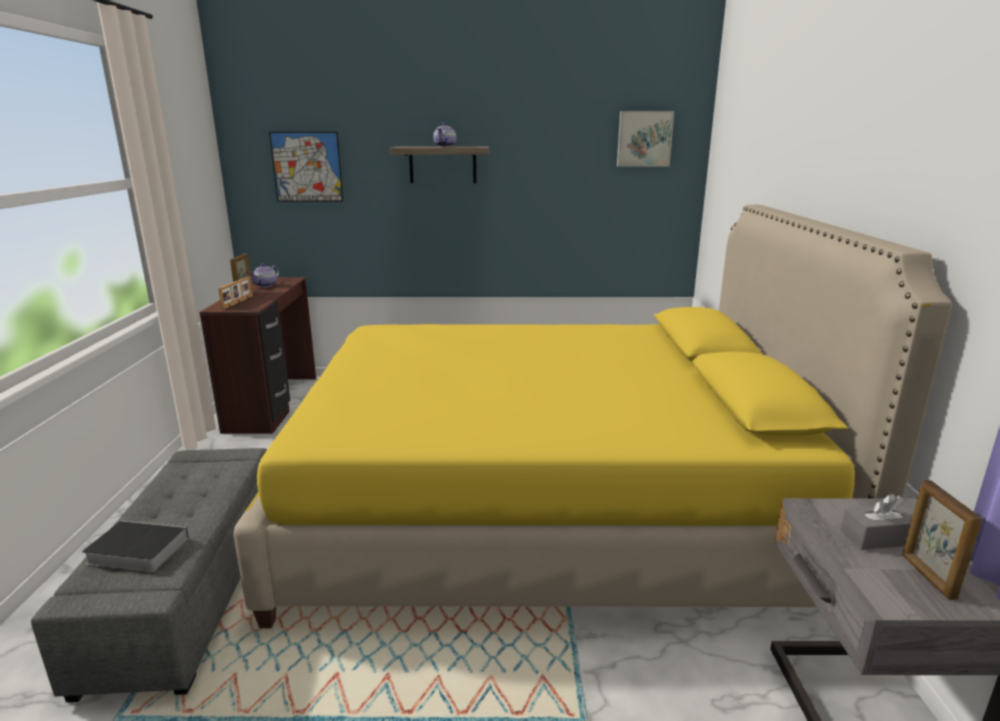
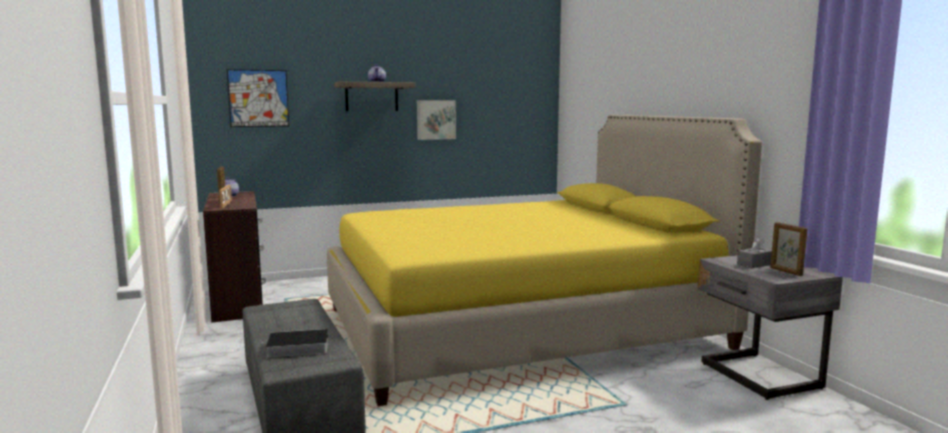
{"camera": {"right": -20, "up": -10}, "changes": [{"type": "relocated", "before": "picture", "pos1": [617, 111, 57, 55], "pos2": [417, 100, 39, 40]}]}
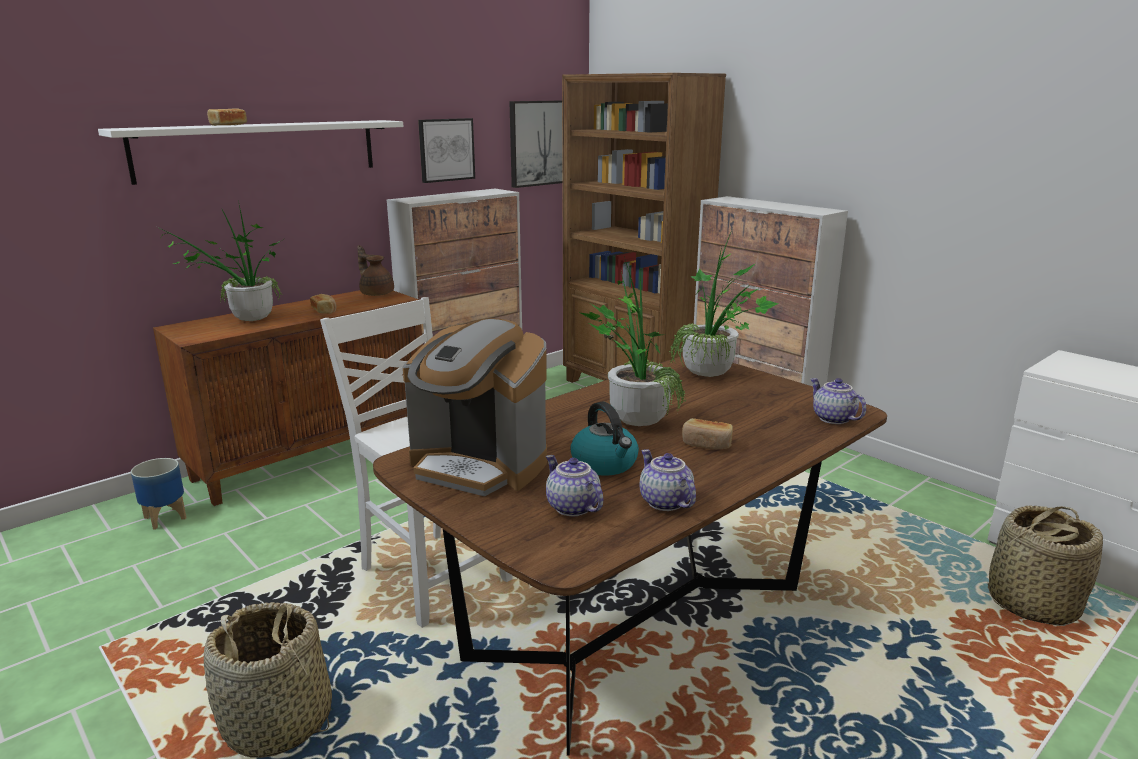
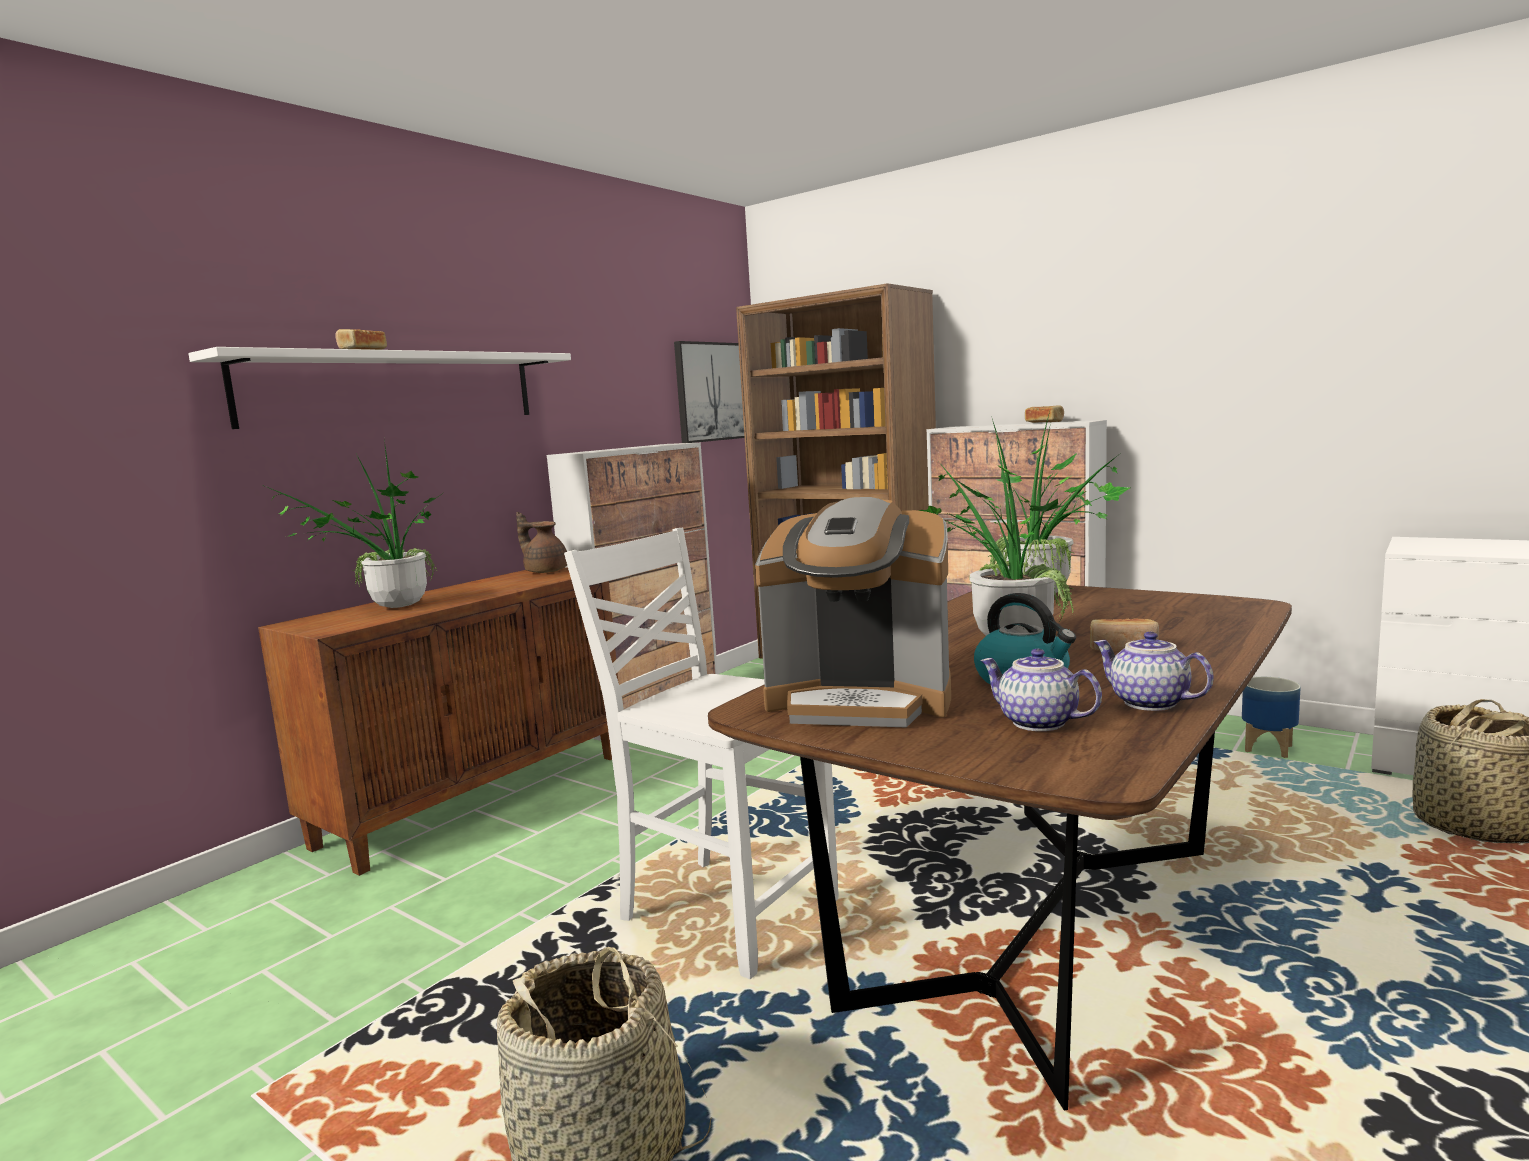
{"camera": {"right": -10, "up": -10}, "changes": [{"type": "missing", "before": "picture", "pos1": [418, 118, 57, 65]}, {"type": "missing", "before": "pot for tea", "pos1": [810, 378, 56, 46]}, {"type": "relocated", "before": "flower pot", "pos1": [131, 458, 56, 71], "pos2": [1242, 677, 59, 81]}, {"type": "relocated", "before": "bakery bread", "pos1": [310, 294, 26, 20], "pos2": [1025, 405, 39, 18]}]}
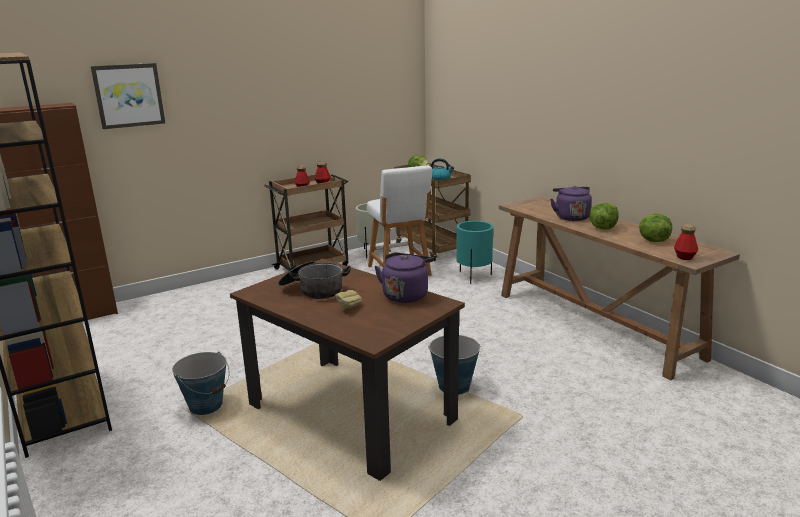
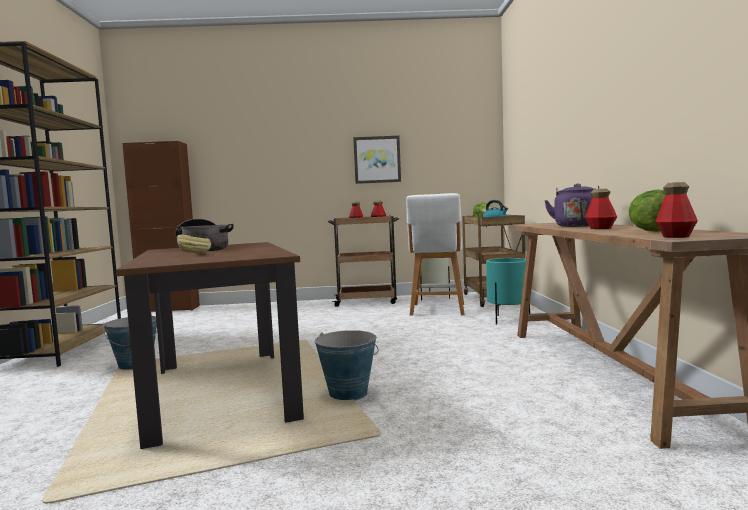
{"camera": {"right": 30, "up": -15}, "changes": [{"type": "missing", "before": "purplish tea kettle", "pos1": [374, 253, 59, 50]}, {"type": "relocated", "before": "picture", "pos1": [91, 63, 74, 66], "pos2": [353, 136, 48, 48]}, {"type": "exchanged", "before": "head of lettuce", "after": "drink bottle", "pos1": [589, 203, 30, 27], "pos2": [584, 189, 33, 40]}]}
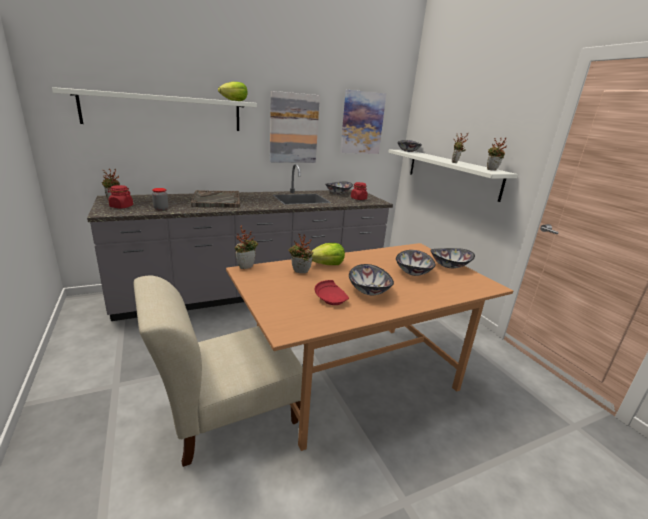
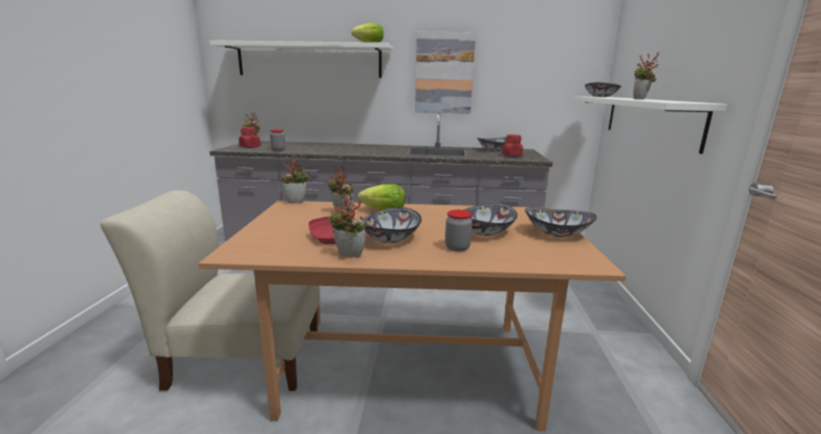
{"camera": {"right": 30, "up": -5}, "changes": [{"type": "missing", "before": "greyish carrying tray", "pos1": [191, 190, 49, 18]}, {"type": "missing", "before": "picture", "pos1": [340, 90, 46, 64]}, {"type": "appeared", "after": "preserve jar", "pos2": [445, 210, 27, 42]}, {"type": "relocated", "before": "houseplant", "pos1": [487, 137, 20, 33], "pos2": [328, 193, 38, 64]}]}
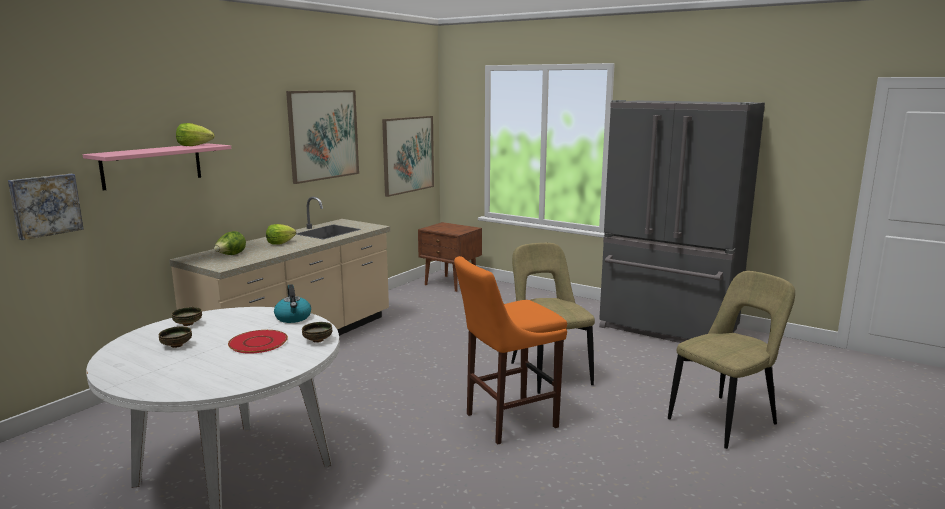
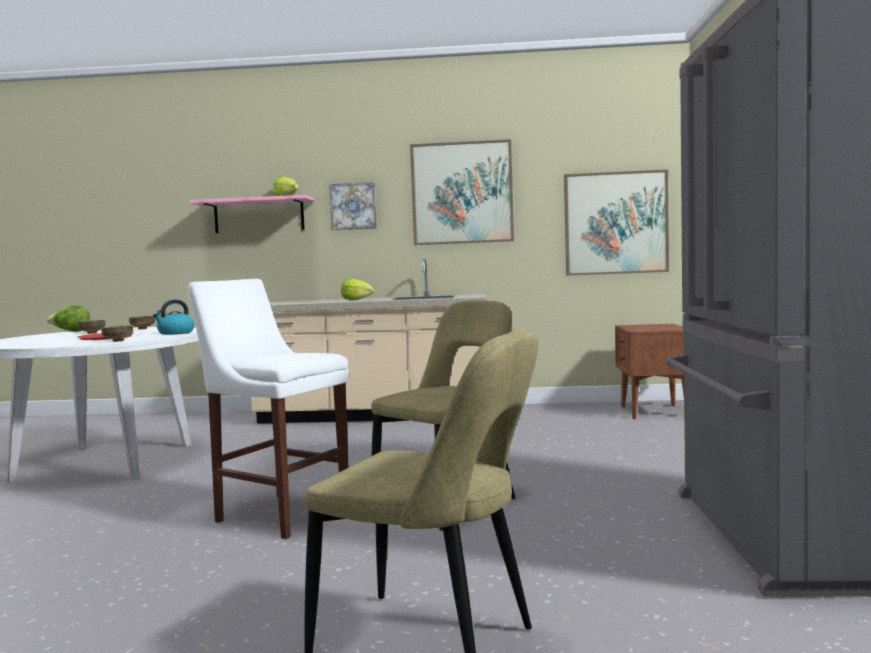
{"camera": {"right": 60, "up": -10}, "changes": [{"type": "relocated", "before": "picture", "pos1": [8, 174, 76, 66], "pos2": [329, 182, 48, 48]}, {"type": "relocated", "before": "head of lettuce", "pos1": [214, 231, 32, 24], "pos2": [47, 305, 43, 27]}, {"type": "colour", "before": "orange stool seat", "after": "whitish stool seat", "pos1": [454, 256, 113, 188], "pos2": [188, 279, 161, 260]}]}
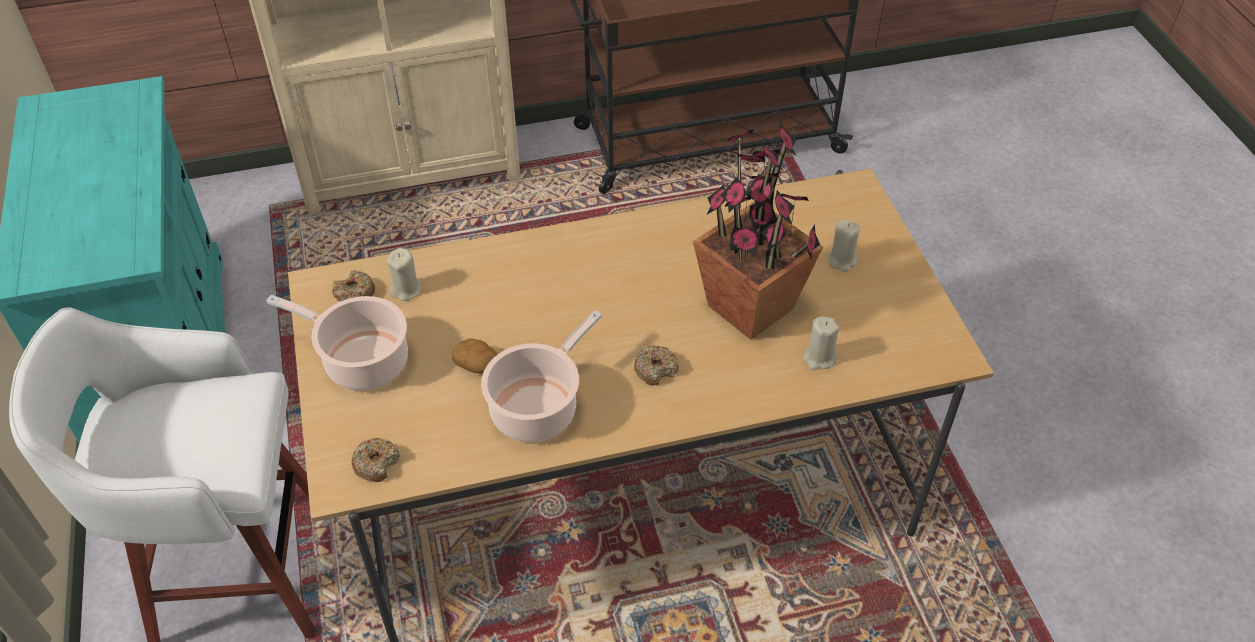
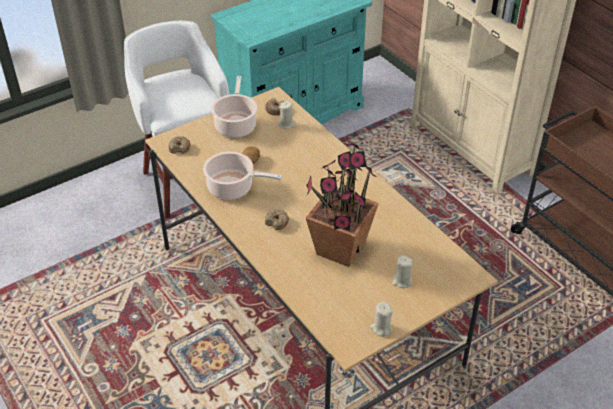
{"camera": {"right": 70, "up": -5}, "changes": [{"type": "relocated", "before": "beige-coloured candle", "pos1": [803, 316, 37, 54], "pos2": [370, 302, 23, 35]}]}
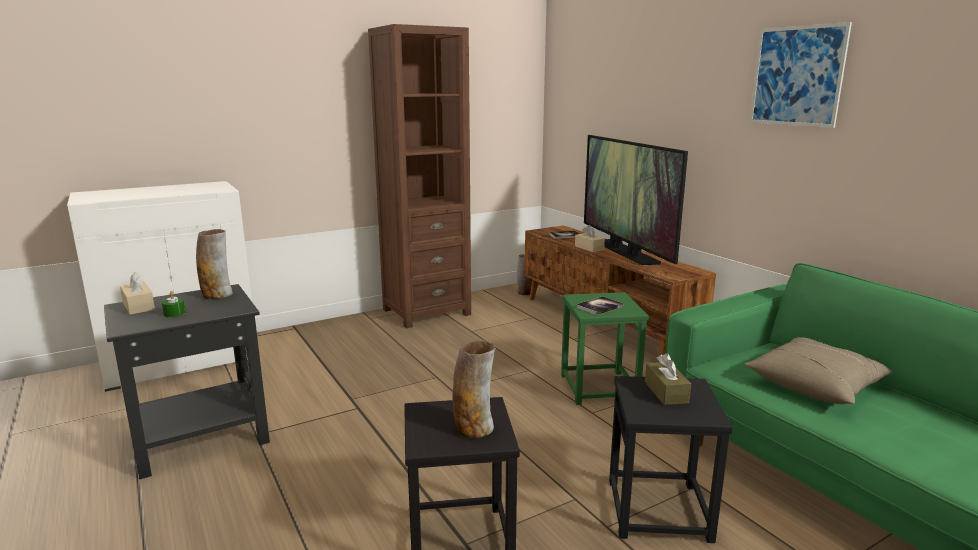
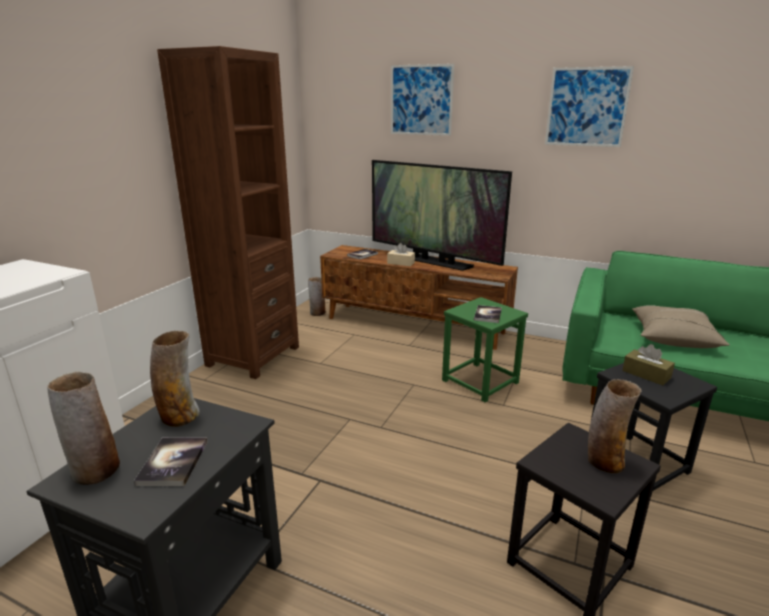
{"camera": {"right": -35, "up": 5}, "changes": [{"type": "appeared", "after": "picture", "pos2": [391, 64, 63, 72]}, {"type": "exchanged", "before": "beige-coloured tissue box", "after": "vase", "pos1": [120, 272, 35, 43], "pos2": [47, 371, 73, 114]}, {"type": "exchanged", "before": "green candle", "after": "bound book", "pos1": [162, 291, 24, 26], "pos2": [134, 437, 73, 49]}]}
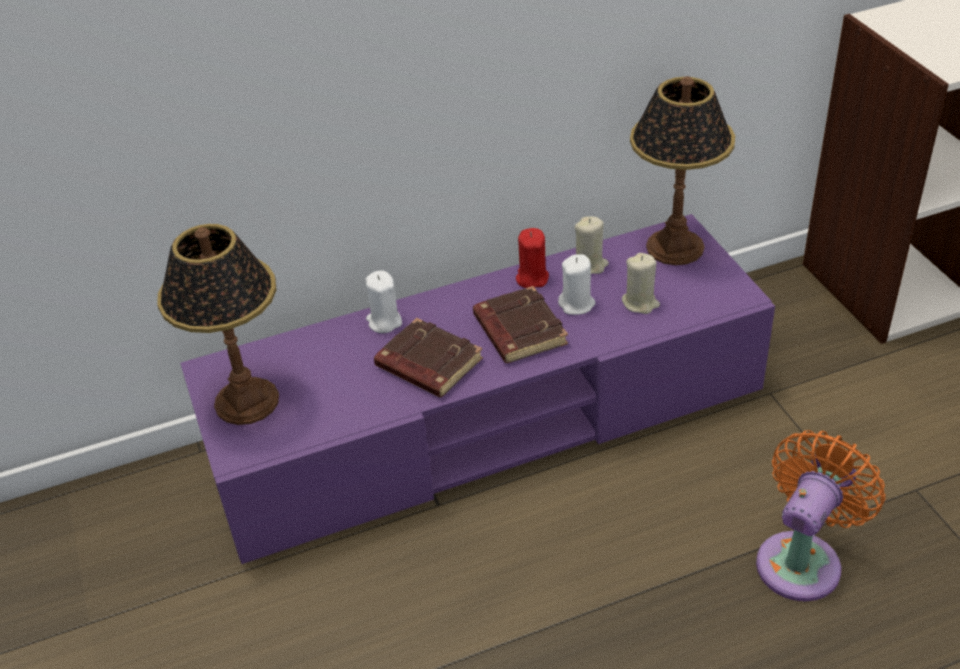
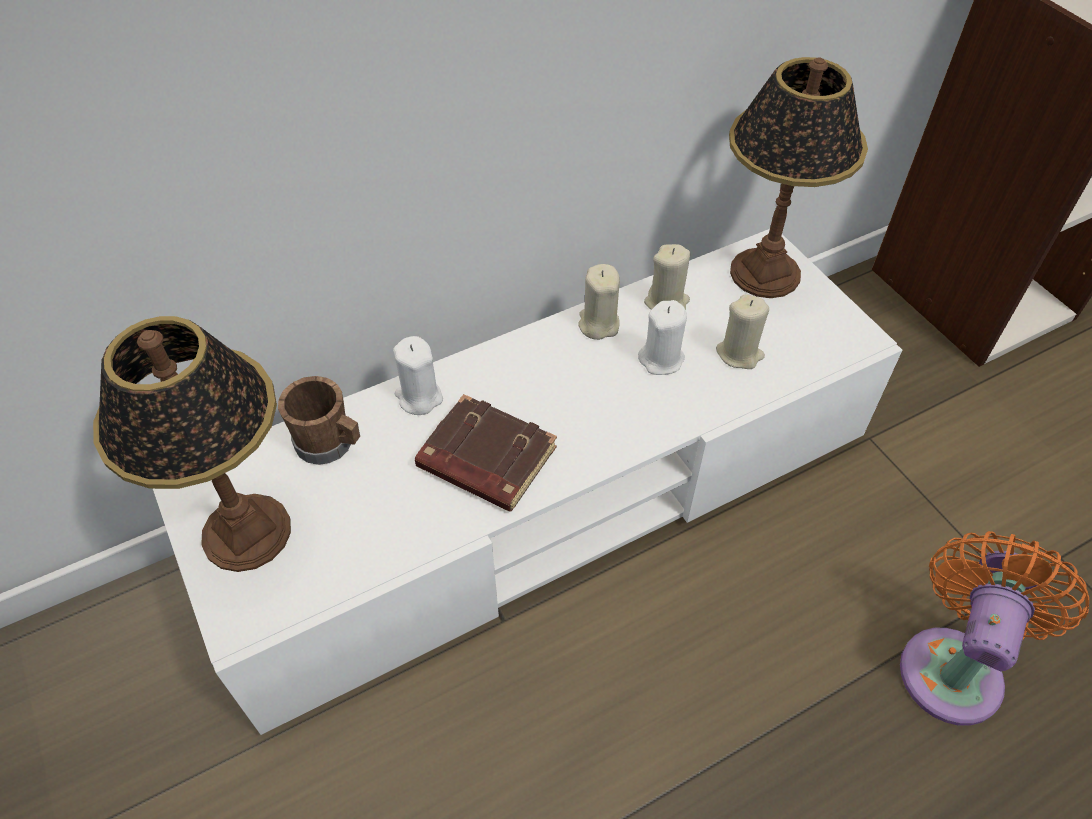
{"camera": {"right": -10, "up": 10}, "changes": [{"type": "missing", "before": "brownish bound book", "pos1": [473, 286, 95, 77]}, {"type": "appeared", "after": "brownish mug", "pos2": [278, 376, 82, 89]}, {"type": "colour", "before": "purplish media console", "after": "whitish media console", "pos1": [180, 214, 595, 350], "pos2": [153, 229, 749, 506]}, {"type": "colour", "before": "red-coloured candle", "after": "beige-coloured candle", "pos1": [516, 228, 33, 60], "pos2": [579, 264, 41, 76]}]}
